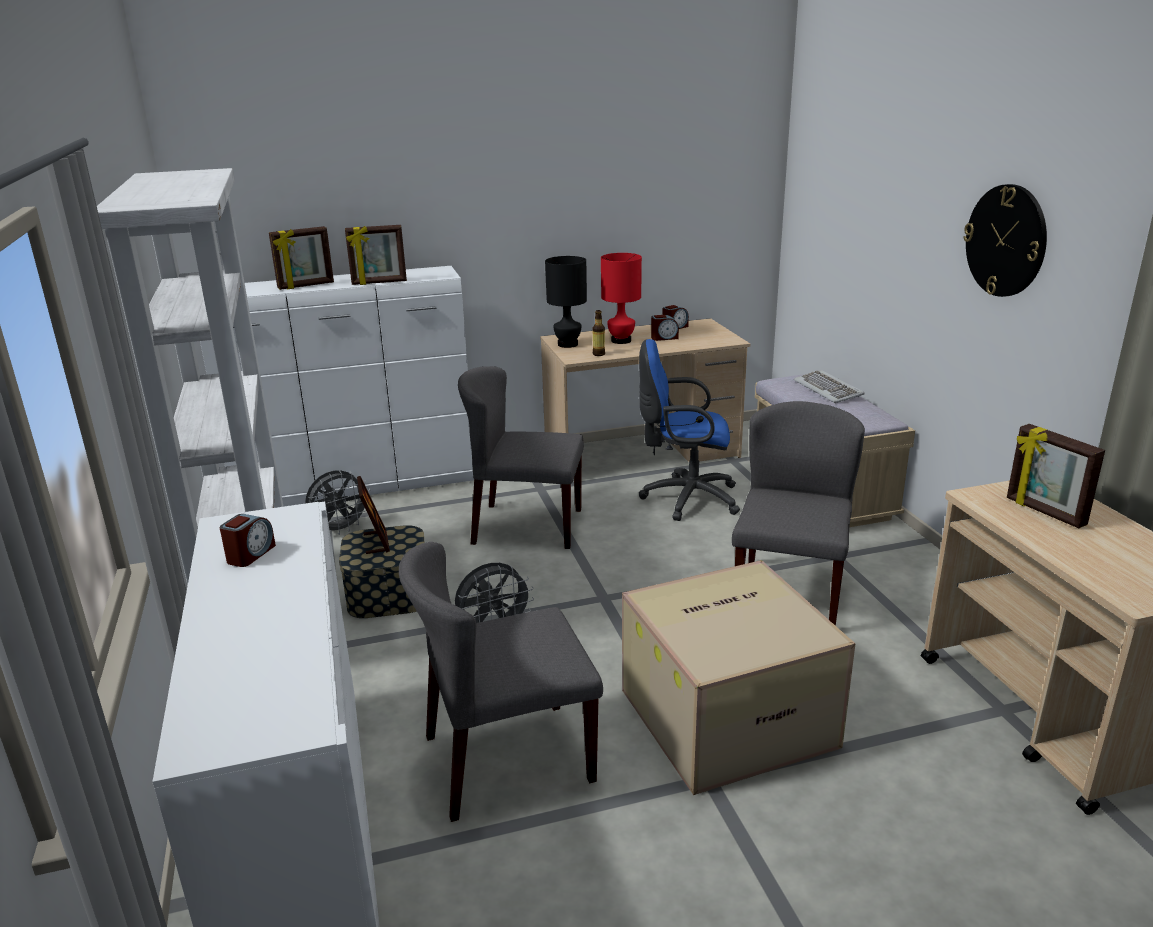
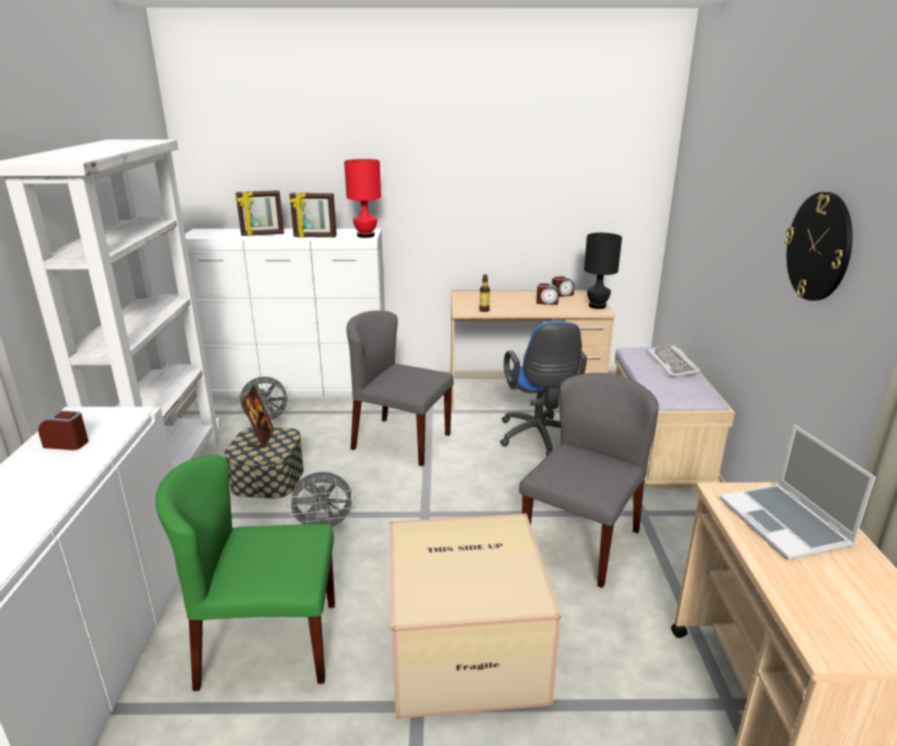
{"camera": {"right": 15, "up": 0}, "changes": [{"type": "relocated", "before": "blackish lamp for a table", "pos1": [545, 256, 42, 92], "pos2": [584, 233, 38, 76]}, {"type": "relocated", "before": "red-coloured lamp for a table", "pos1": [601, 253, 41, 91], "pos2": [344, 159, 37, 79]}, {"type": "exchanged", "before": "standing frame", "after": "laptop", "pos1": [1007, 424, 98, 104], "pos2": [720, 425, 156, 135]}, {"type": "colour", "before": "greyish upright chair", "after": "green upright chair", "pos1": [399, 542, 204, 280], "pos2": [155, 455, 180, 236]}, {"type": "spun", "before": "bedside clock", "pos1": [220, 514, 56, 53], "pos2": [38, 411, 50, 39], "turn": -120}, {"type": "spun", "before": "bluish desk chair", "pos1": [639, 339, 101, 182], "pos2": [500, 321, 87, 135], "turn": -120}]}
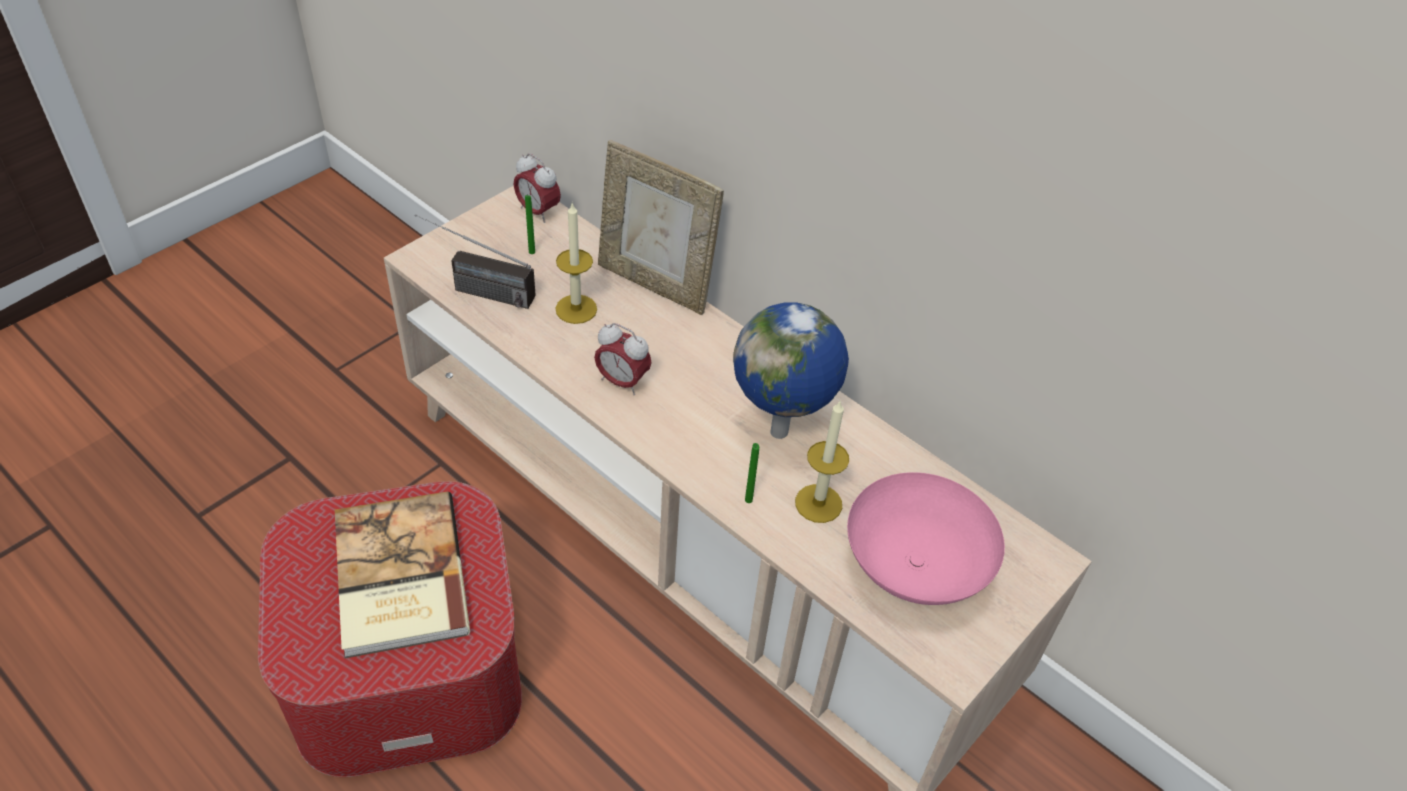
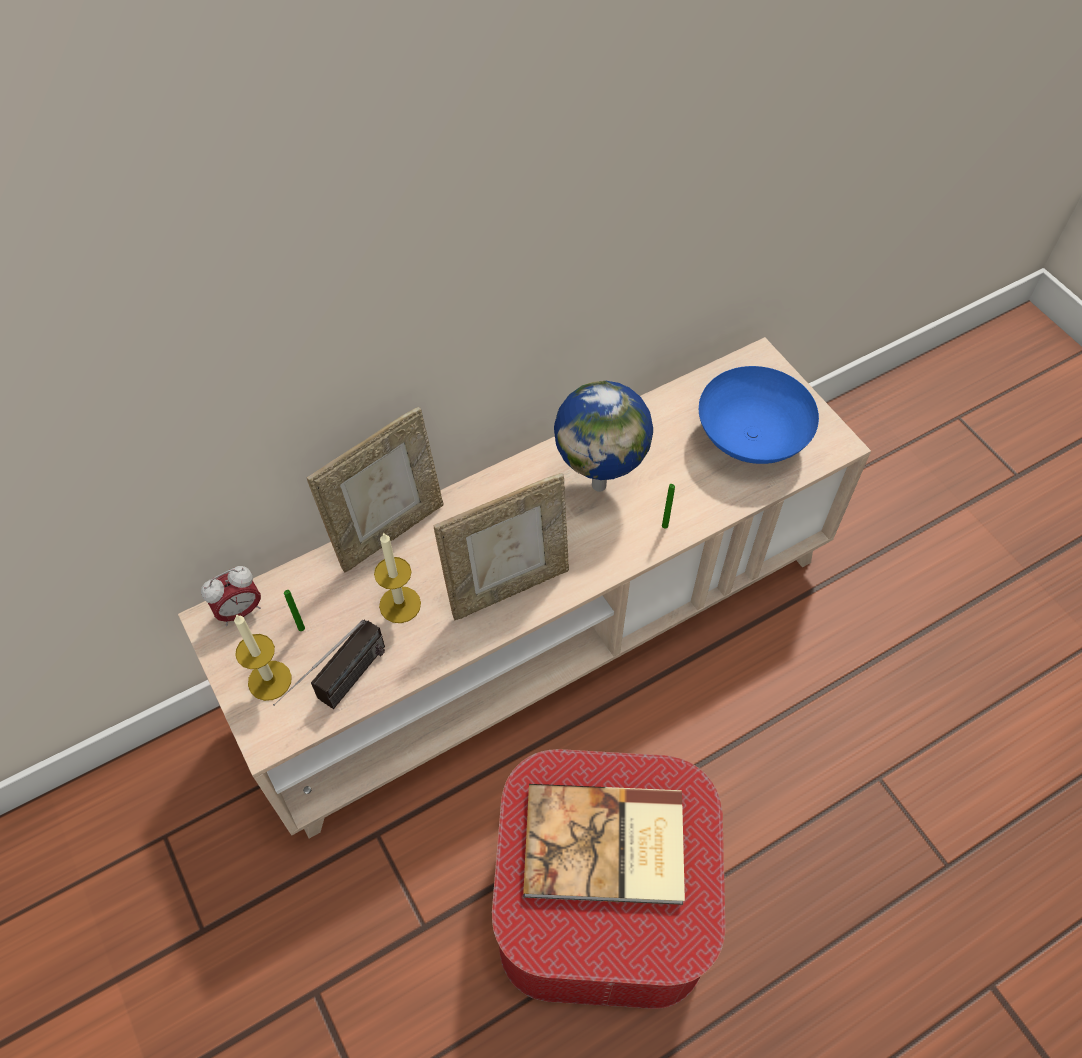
{"camera": {"right": -70, "up": 10}, "changes": [{"type": "relocated", "before": "candle", "pos1": [795, 401, 54, 122], "pos2": [234, 614, 58, 87]}, {"type": "exchanged", "before": "bedside clock", "after": "standing frame", "pos1": [594, 323, 58, 72], "pos2": [434, 473, 135, 148]}, {"type": "colour", "before": "pink bowl", "after": "bluish bowl", "pos1": [847, 472, 158, 133], "pos2": [699, 366, 120, 98]}]}
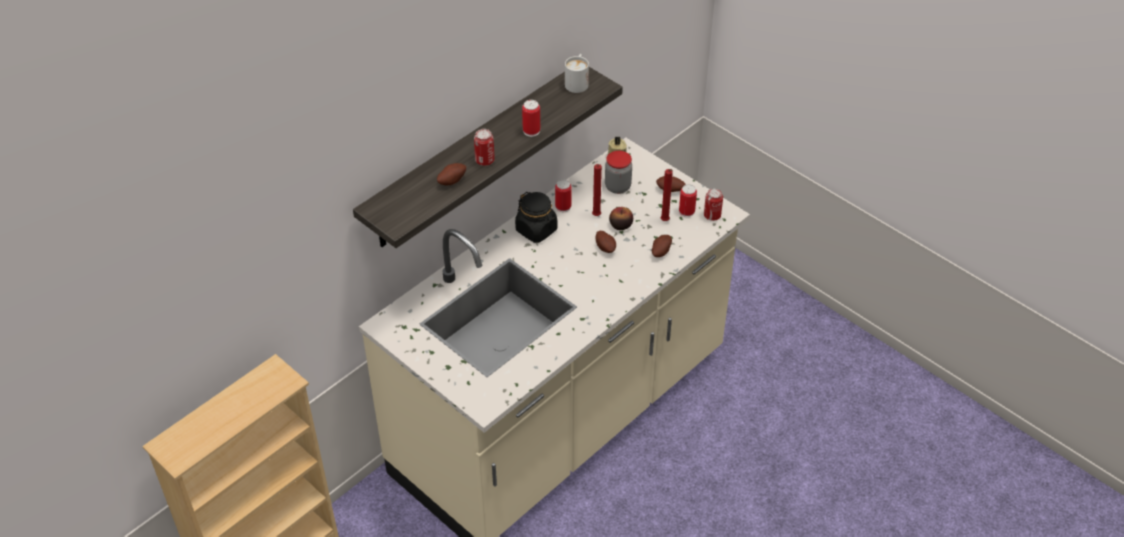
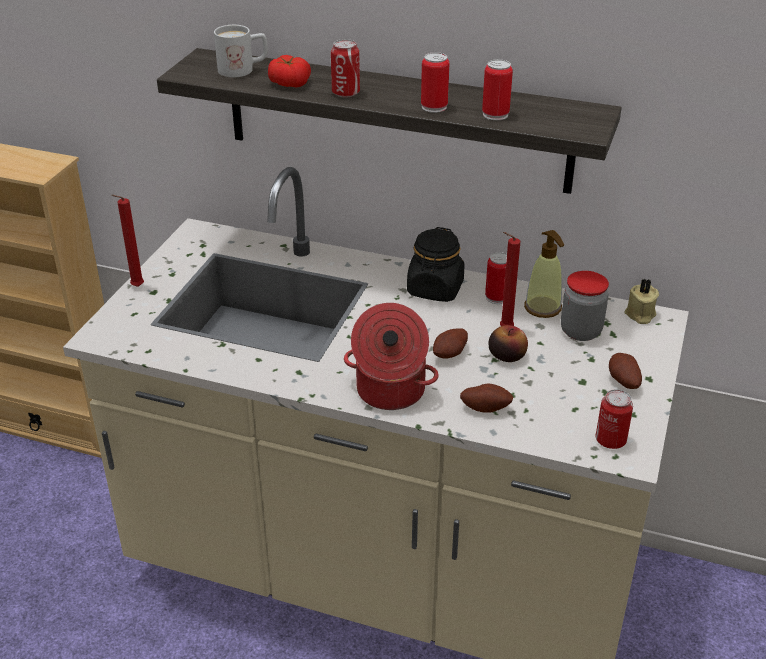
{"camera": {"right": 65, "up": -10}, "changes": [{"type": "appeared", "after": "cooking pot", "pos2": [344, 303, 95, 107]}, {"type": "appeared", "after": "soap bottle", "pos2": [524, 230, 40, 88]}, {"type": "relocated", "before": "whitish mug", "pos1": [565, 54, 24, 39], "pos2": [214, 25, 54, 52]}, {"type": "relocated", "before": "red-coloured candle", "pos1": [661, 169, 12, 52], "pos2": [111, 195, 33, 92]}, {"type": "relocated", "before": "can", "pos1": [679, 184, 18, 33], "pos2": [482, 59, 31, 61]}, {"type": "exchanged", "before": "potato", "after": "fresh tomato", "pos1": [437, 163, 29, 22], "pos2": [268, 55, 43, 33]}]}
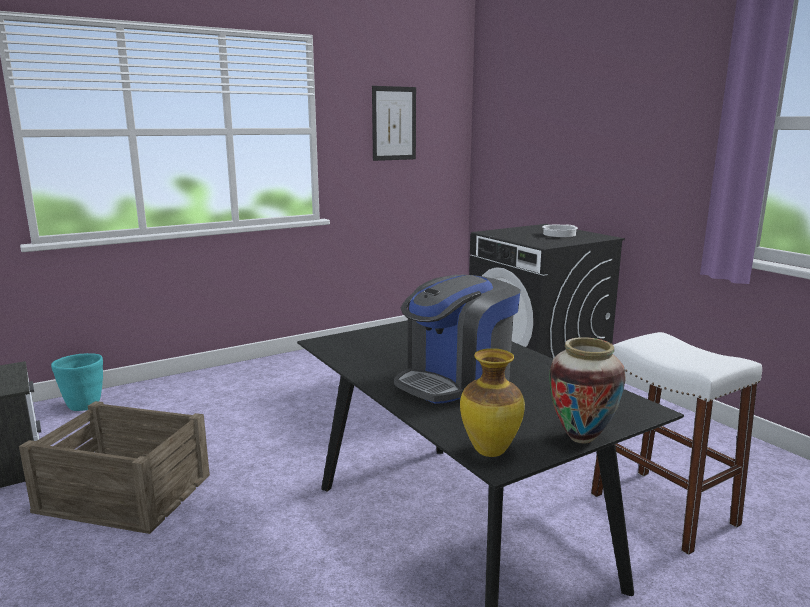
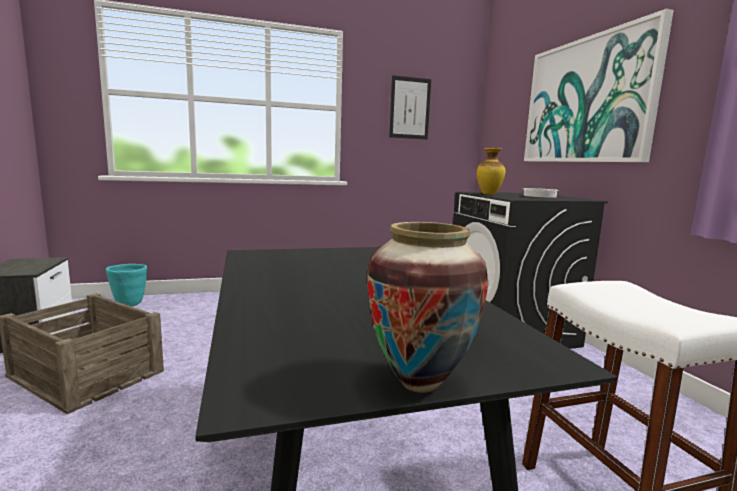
{"camera": {"right": 15, "up": -5}, "changes": [{"type": "missing", "before": "coffee brewer", "pos1": [394, 275, 126, 129]}, {"type": "appeared", "after": "picture", "pos2": [524, 9, 150, 153]}, {"type": "relocated", "before": "vase", "pos1": [460, 348, 65, 109], "pos2": [477, 148, 28, 47]}]}
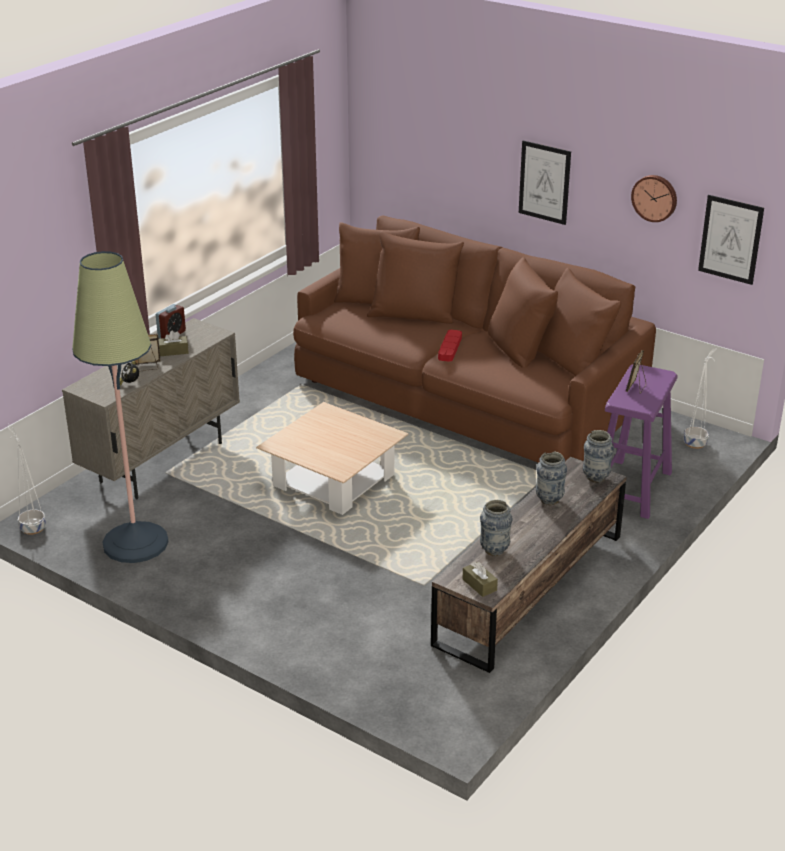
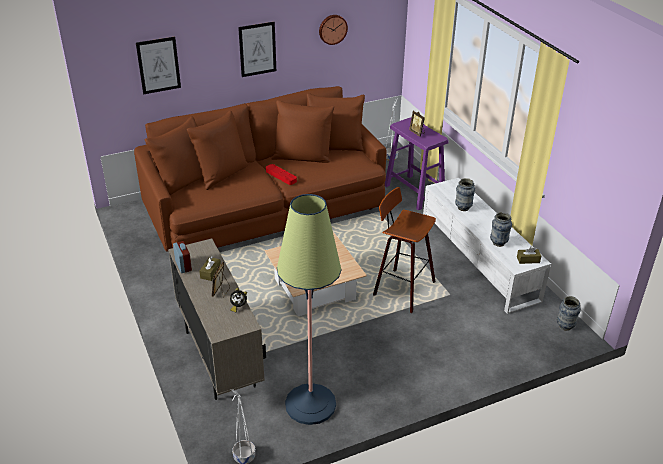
{"camera": {"right": -60, "up": 5}, "changes": [{"type": "appeared", "after": "stool seat", "pos2": [373, 187, 63, 126]}, {"type": "relocated", "before": "vase", "pos1": [583, 430, 31, 53], "pos2": [557, 296, 24, 35]}, {"type": "relocated", "before": "picture", "pos1": [698, 195, 66, 90], "pos2": [136, 37, 45, 57]}, {"type": "colour", "before": "brownish media console", "after": "whitish media console", "pos1": [431, 457, 195, 216], "pos2": [423, 178, 128, 136]}]}
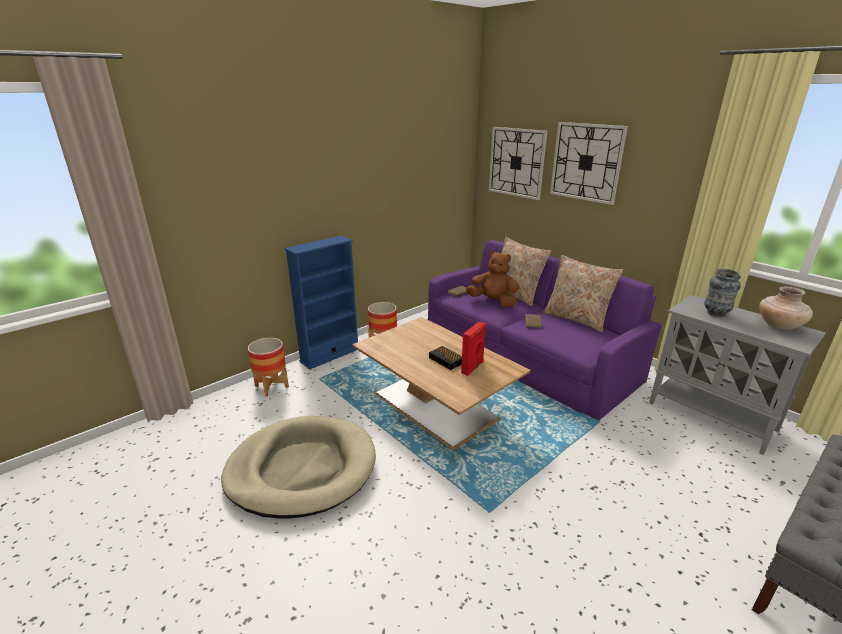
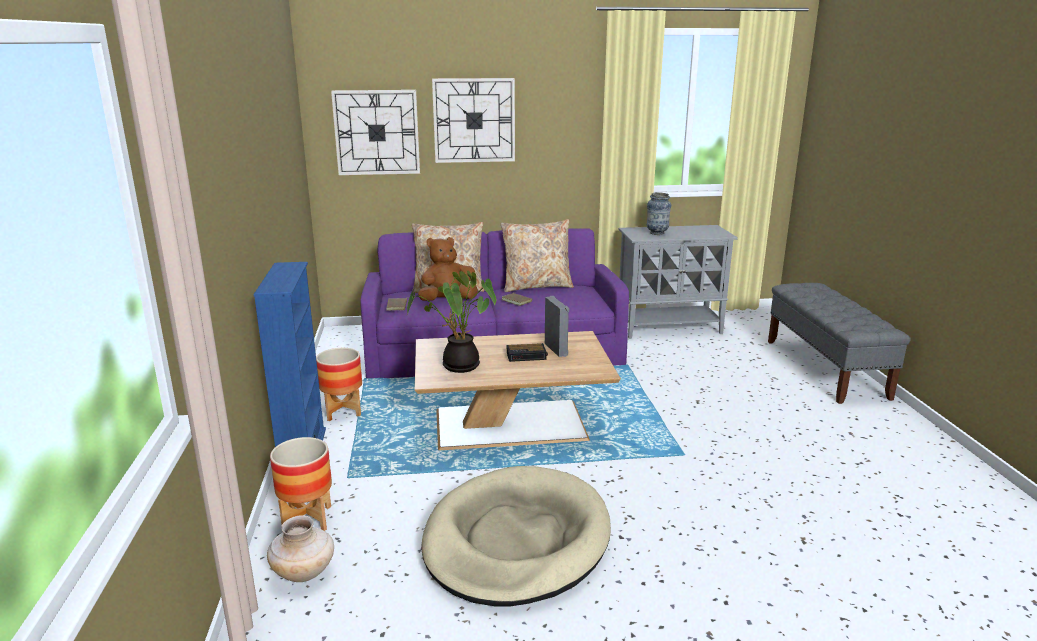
{"camera": {"right": -55, "up": -5}, "changes": [{"type": "appeared", "after": "houseplant", "pos2": [407, 271, 89, 102]}, {"type": "relocated", "before": "beige-coloured vase", "pos1": [759, 287, 54, 43], "pos2": [267, 515, 67, 67]}, {"type": "colour", "before": "red-coloured speaker", "after": "greyish speaker", "pos1": [461, 322, 25, 54], "pos2": [545, 296, 24, 61]}]}
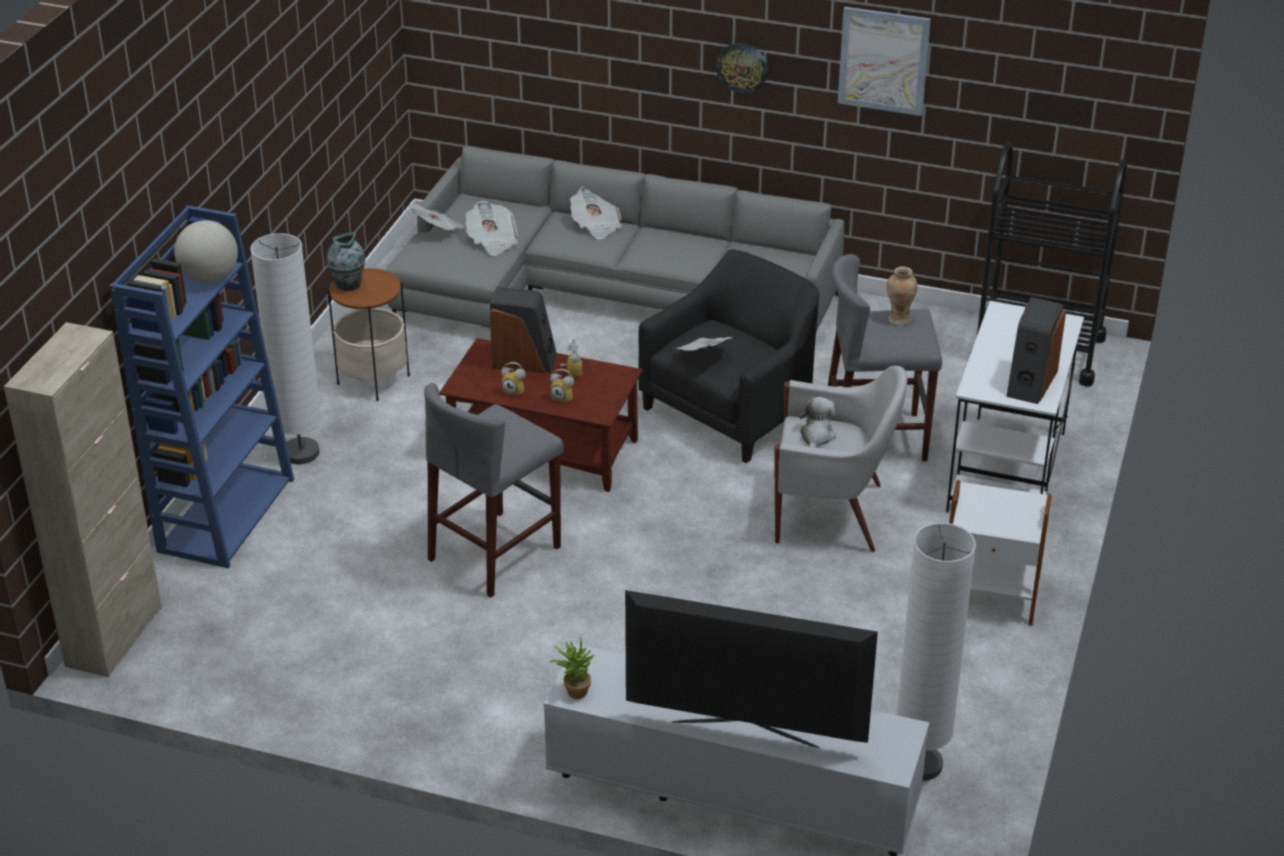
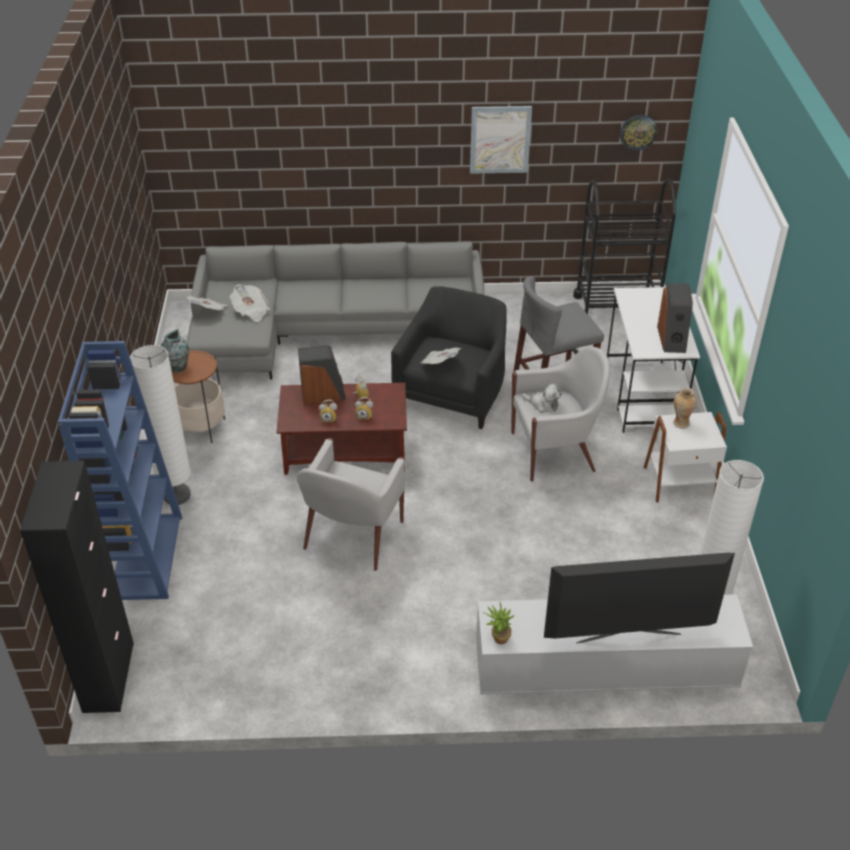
{"camera": {"right": -20, "up": 5}, "changes": [{"type": "missing", "before": "globe", "pos1": [174, 221, 64, 62]}, {"type": "missing", "before": "newspaper", "pos1": [570, 187, 52, 53]}, {"type": "relocated", "before": "wall clock", "pos1": [716, 43, 52, 50], "pos2": [620, 115, 37, 35]}, {"type": "relocated", "before": "vase", "pos1": [887, 267, 31, 58], "pos2": [673, 388, 24, 41]}, {"type": "exchanged", "before": "greyish stool seat", "after": "whitish easy chair", "pos1": [424, 383, 140, 215], "pos2": [297, 438, 108, 133]}, {"type": "colour", "before": "beige-coloured cupboard", "after": "blackish cupboard", "pos1": [4, 322, 158, 355], "pos2": [20, 461, 114, 252]}, {"type": "spun", "before": "plush toy", "pos1": [799, 397, 37, 51], "pos2": [522, 384, 39, 29], "turn": 120}]}
